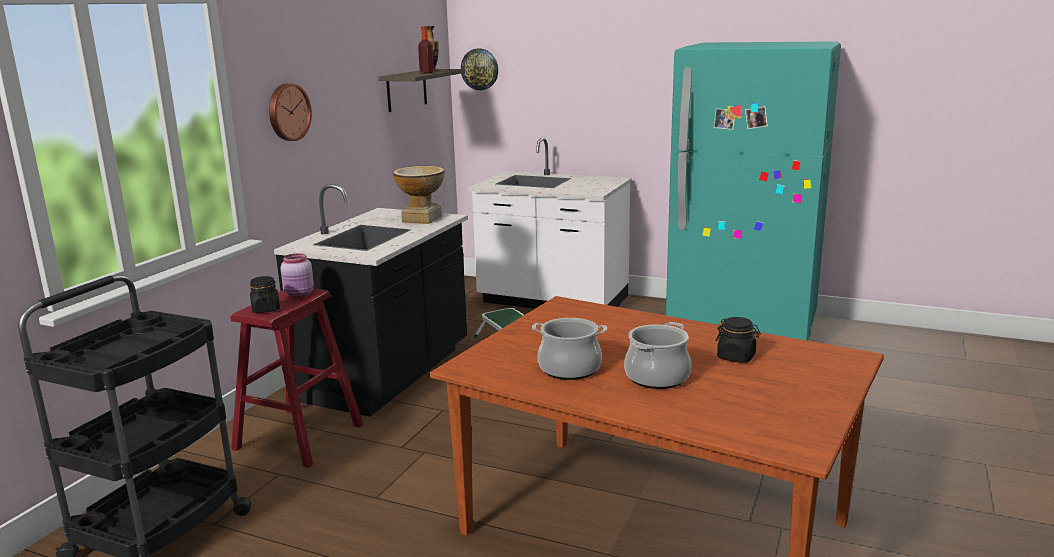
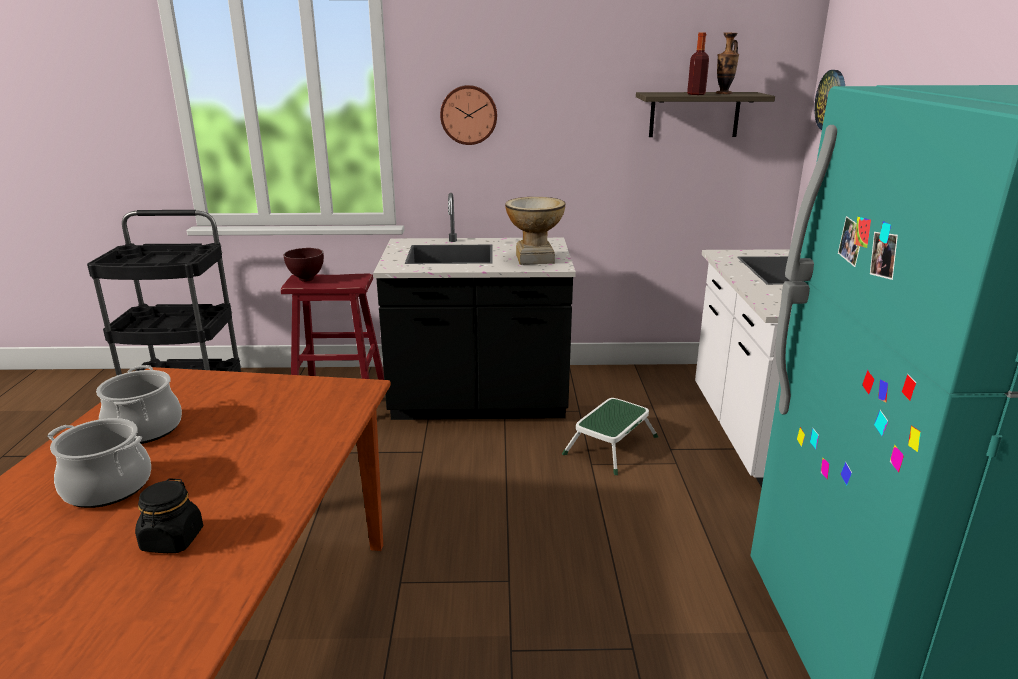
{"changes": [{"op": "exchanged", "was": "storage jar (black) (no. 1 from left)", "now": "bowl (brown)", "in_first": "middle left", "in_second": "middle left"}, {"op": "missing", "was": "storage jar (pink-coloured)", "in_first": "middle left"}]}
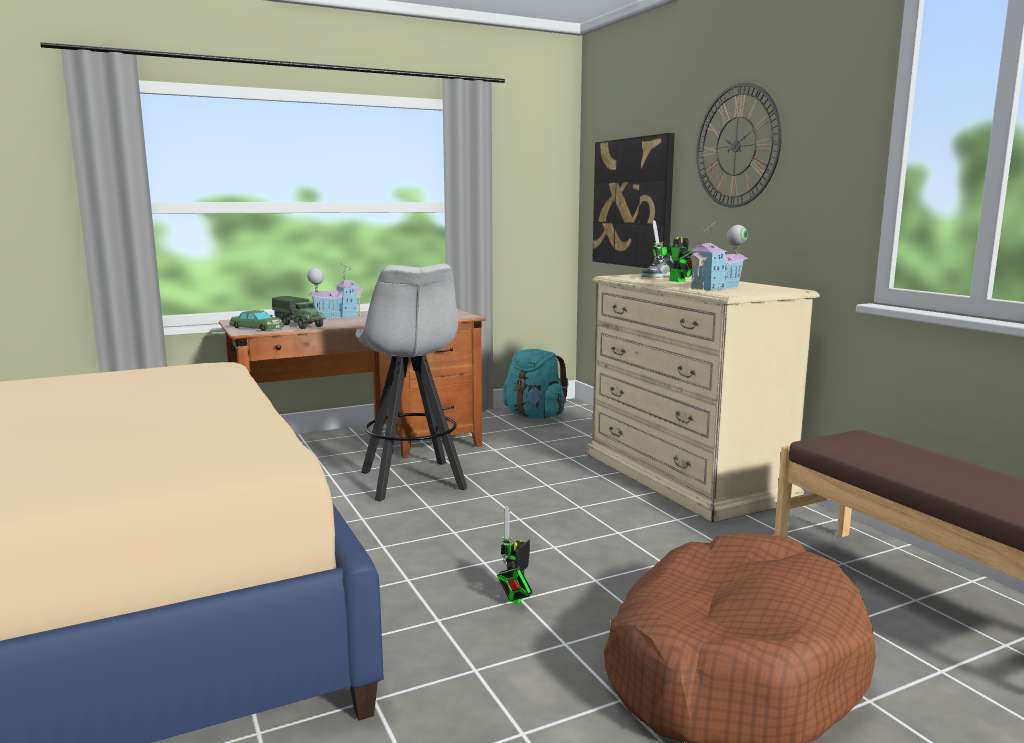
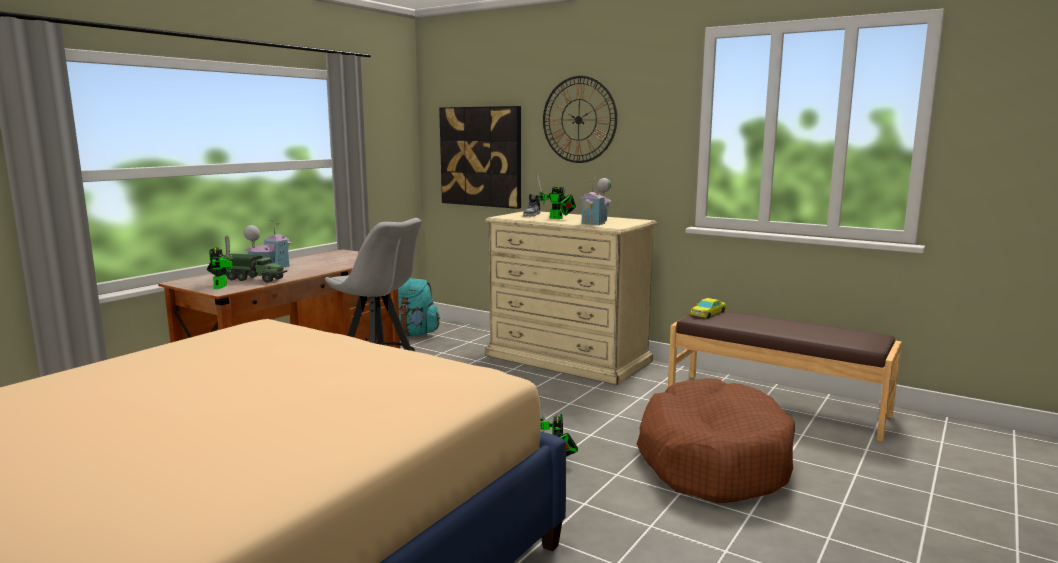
{"changes": [{"op": "exchanged", "was": "model car (green-coloured)", "now": "model robot (no. 1 from left)", "in_first": "middle left", "in_second": "middle left"}, {"op": "appeared", "now": "model car (yellow)", "in_second": "middle right"}]}
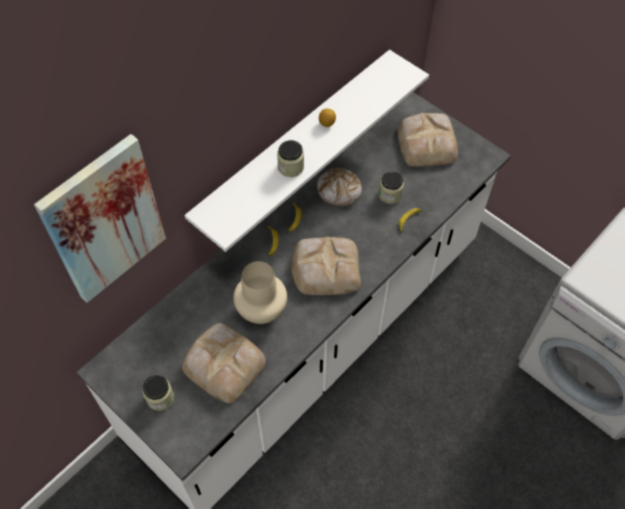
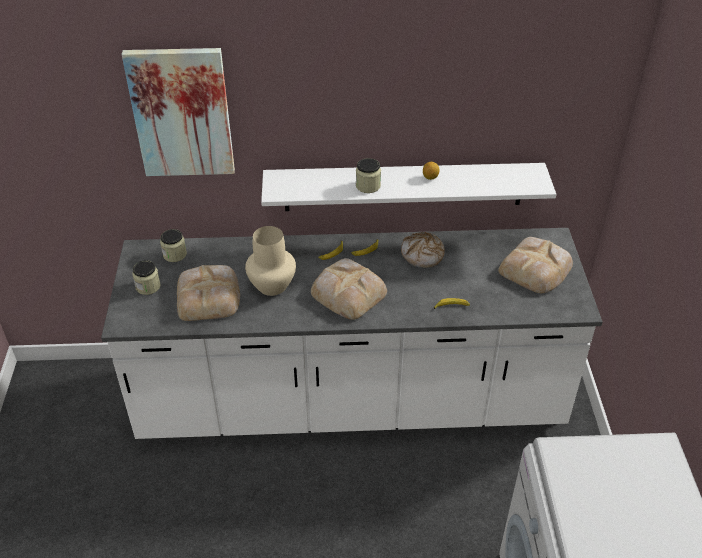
{"changes": [{"op": "relocated", "was": "storage jar (no. 3 from left in the first image)", "now": "storage jar (no. 2 from left)", "in_first": "centre", "in_second": "middle left"}]}
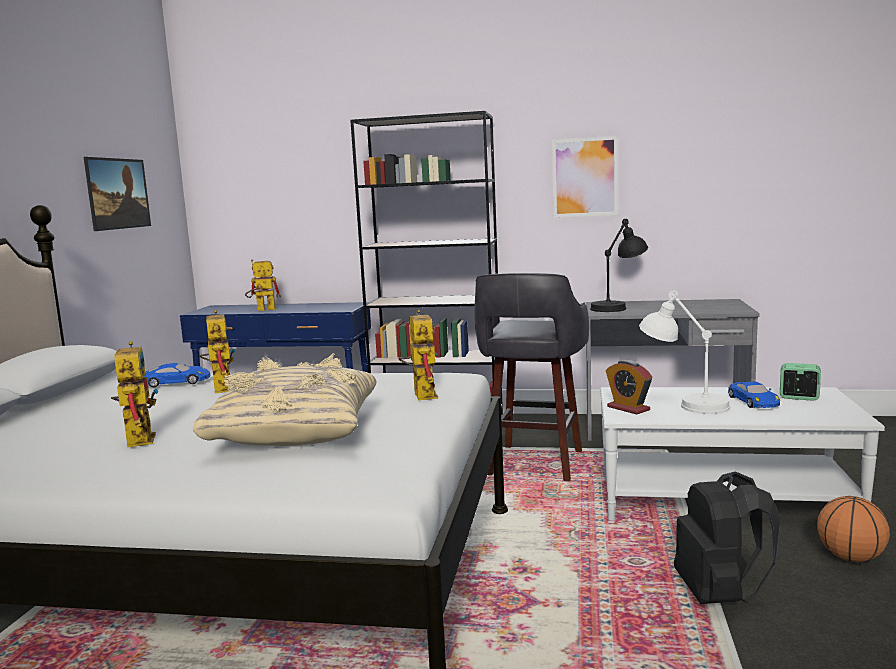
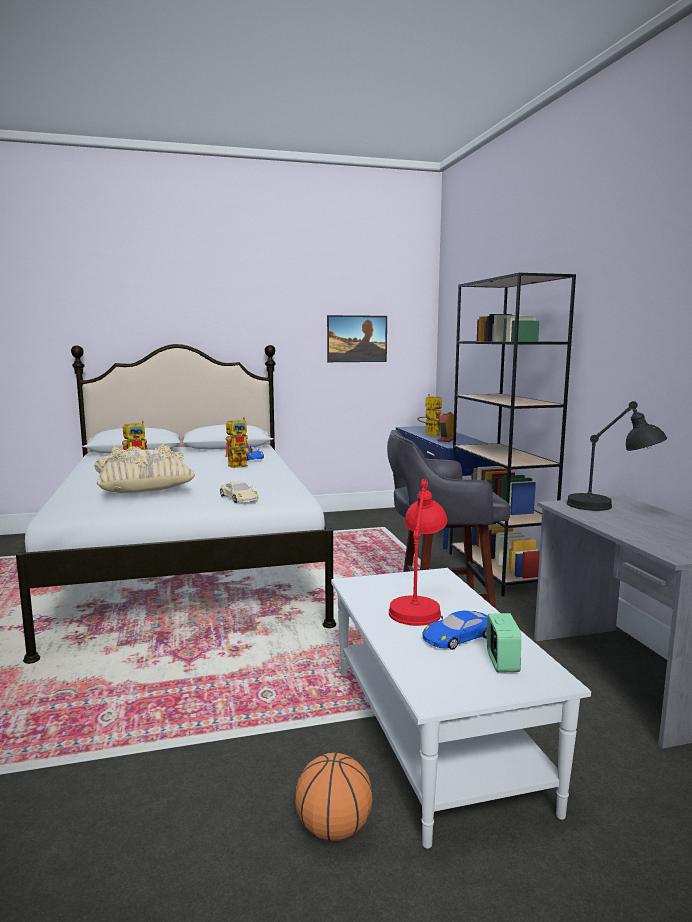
{"changes": [{"op": "exchanged", "was": "model robot (no. 4 from left)", "now": "model car (sand-coloured)", "in_first": "centre", "in_second": "centre"}, {"op": "colour", "was": "lamp for a table (whitish)", "now": "lamp for a table (red-coloured)", "in_first": "middle right", "in_second": "centre"}, {"op": "relocated", "was": "alarm clock (no. 1 from left)", "in_first": "middle right", "in_second": "centre"}, {"op": "missing", "was": "wall picture (no. 2 from left)", "in_first": "top centre"}, {"op": "missing", "was": "rucksack (black)", "in_first": "bottom right"}]}
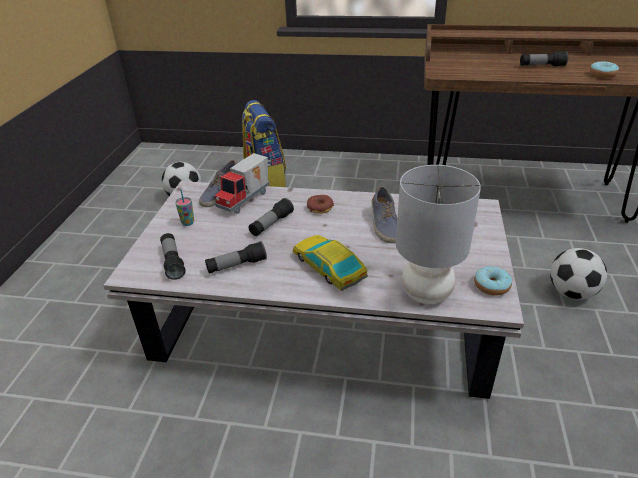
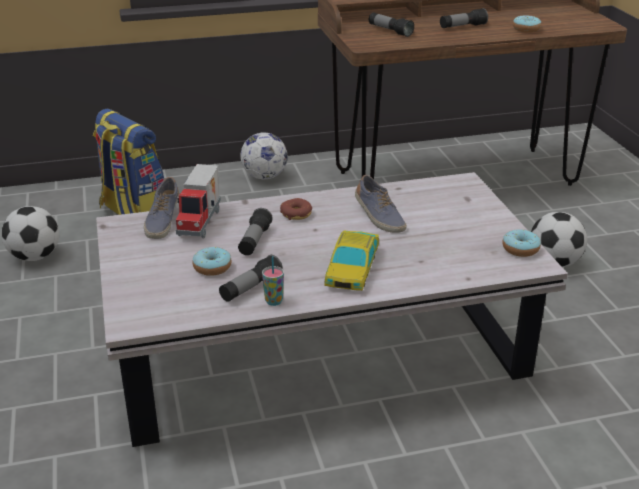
{"changes": [{"op": "appeared", "now": "donut (no. 1 from left)", "in_second": "middle left"}, {"op": "appeared", "now": "ball for football (no. 2 from left)", "in_second": "top centre"}, {"op": "relocated", "was": "drinking cup", "in_first": "middle left", "in_second": "centre"}, {"op": "spun", "was": "model car", "in_first": "centre", "in_second": "centre", "clockwise": -105}, {"op": "relocated", "was": "torch (no. 1 from left in the first image)", "now": "torch (no. 3 from left)", "in_first": "middle left", "in_second": "top centre"}, {"op": "missing", "was": "lamp for a table (grey)", "in_first": "middle right"}]}
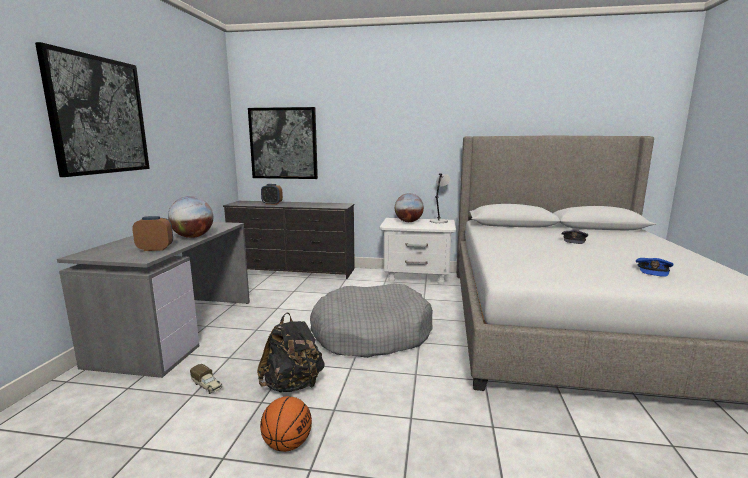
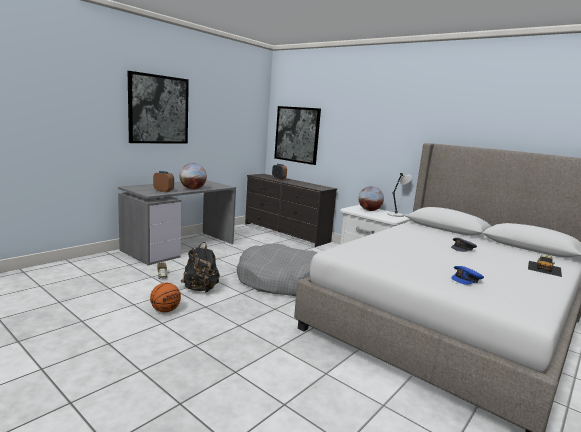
{"changes": [{"op": "appeared", "now": "model car", "in_second": "middle right"}]}
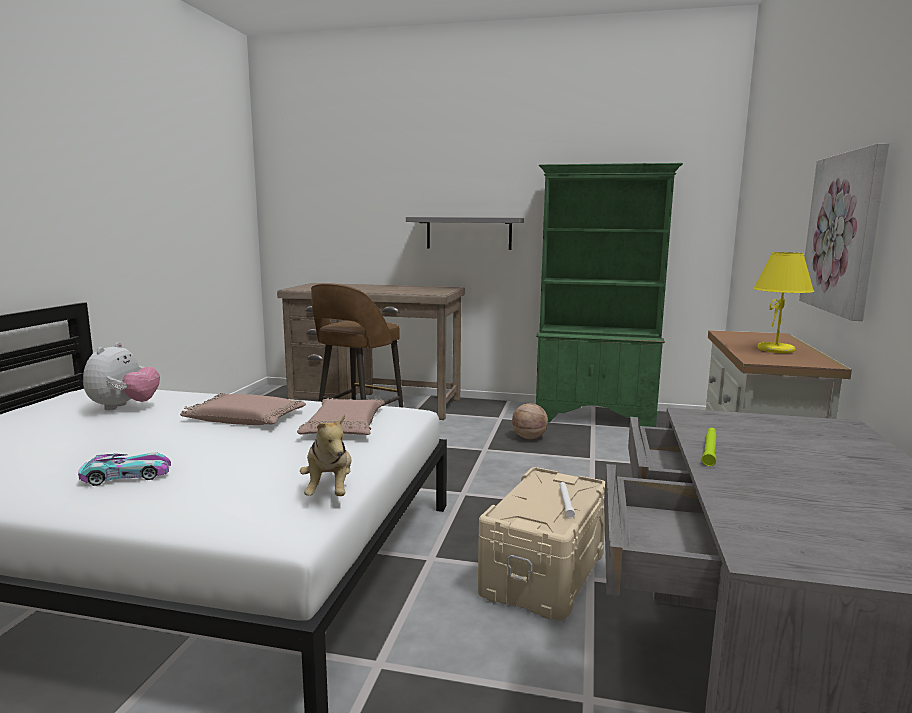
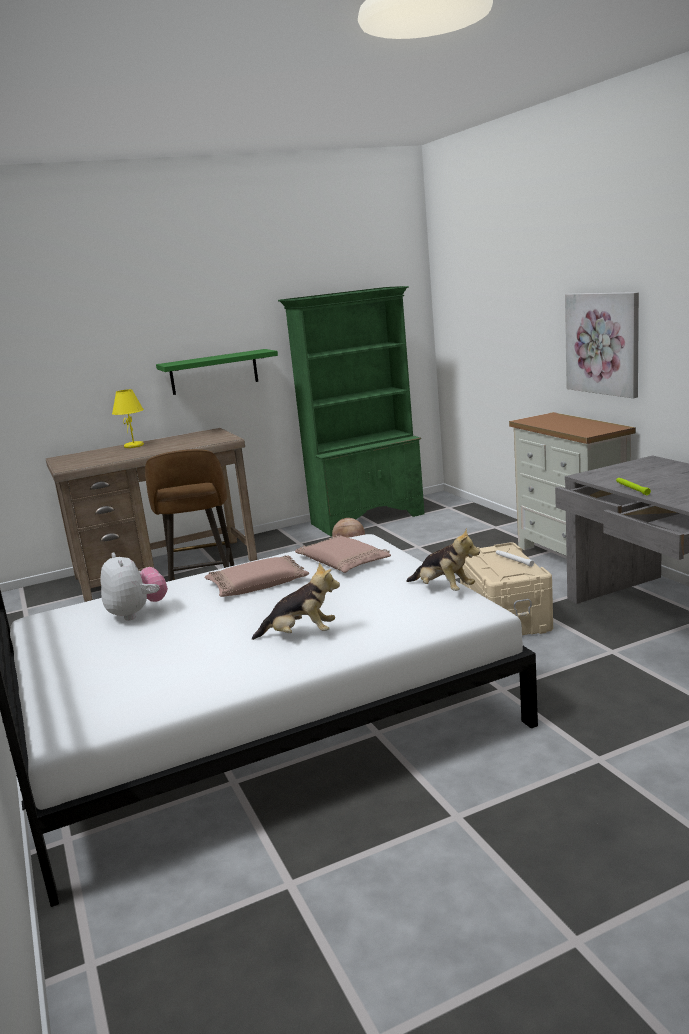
{"changes": [{"op": "relocated", "was": "lamp for a table (yellow)", "in_first": "middle right", "in_second": "middle left"}, {"op": "colour", "was": "shelf (grey)", "now": "shelf (green-coloured)", "in_first": "top centre", "in_second": "middle left"}, {"op": "exchanged", "was": "model car", "now": "cuddly toy (no. 2 from left)", "in_first": "middle left", "in_second": "centre"}]}
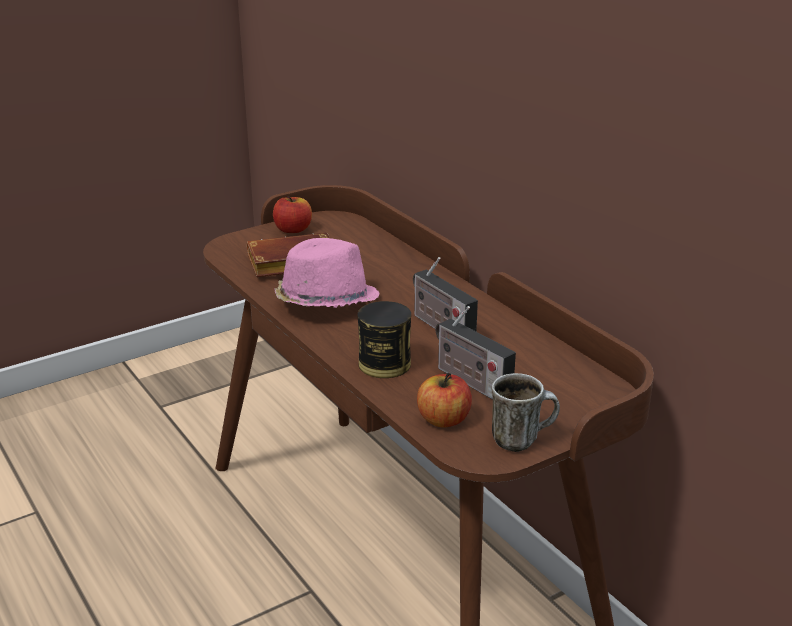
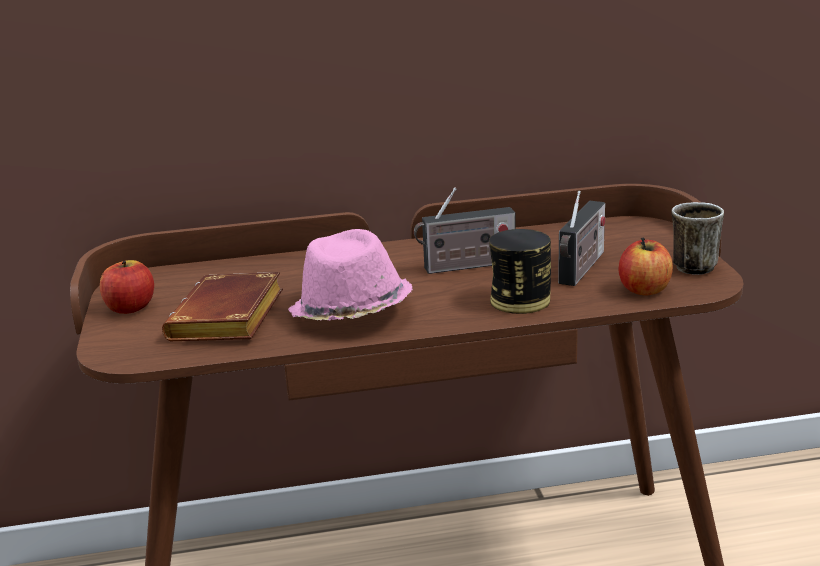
{"changes": [{"op": "spun", "was": "radio set (no. 2 from left)", "in_first": "centre", "in_second": "middle right", "clockwise": -45}]}
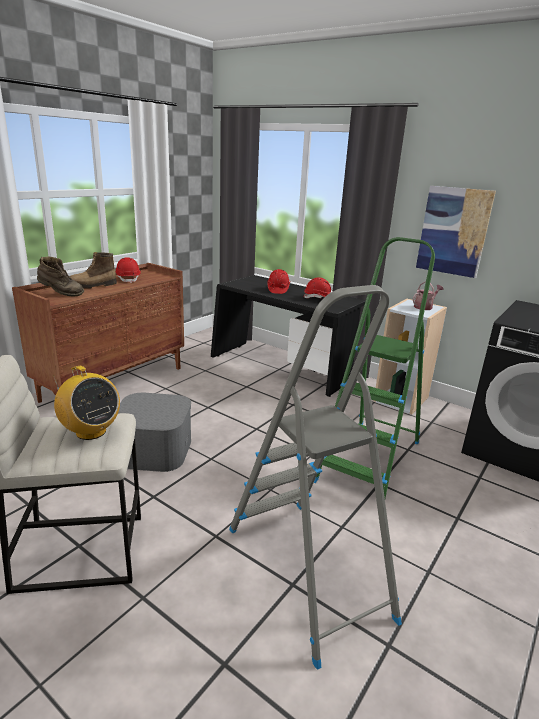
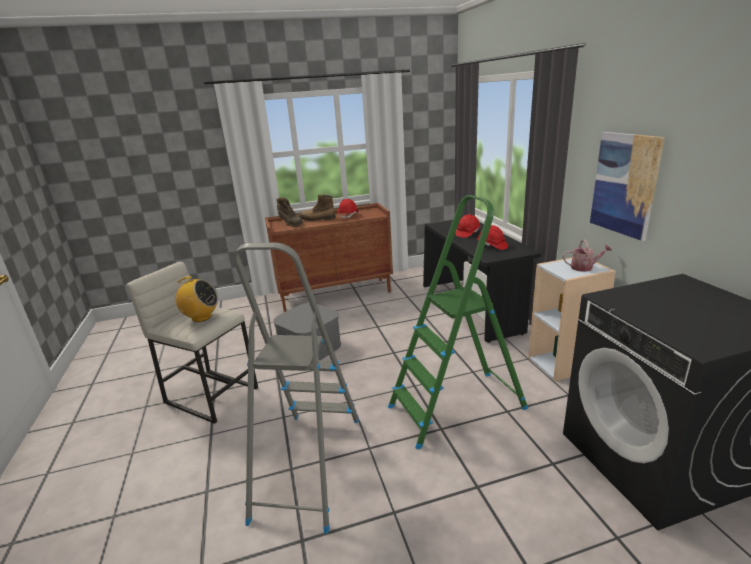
{"changes": [{"op": "spun", "was": "radio set", "in_first": "middle left", "in_second": "middle left", "clockwise": -75}]}
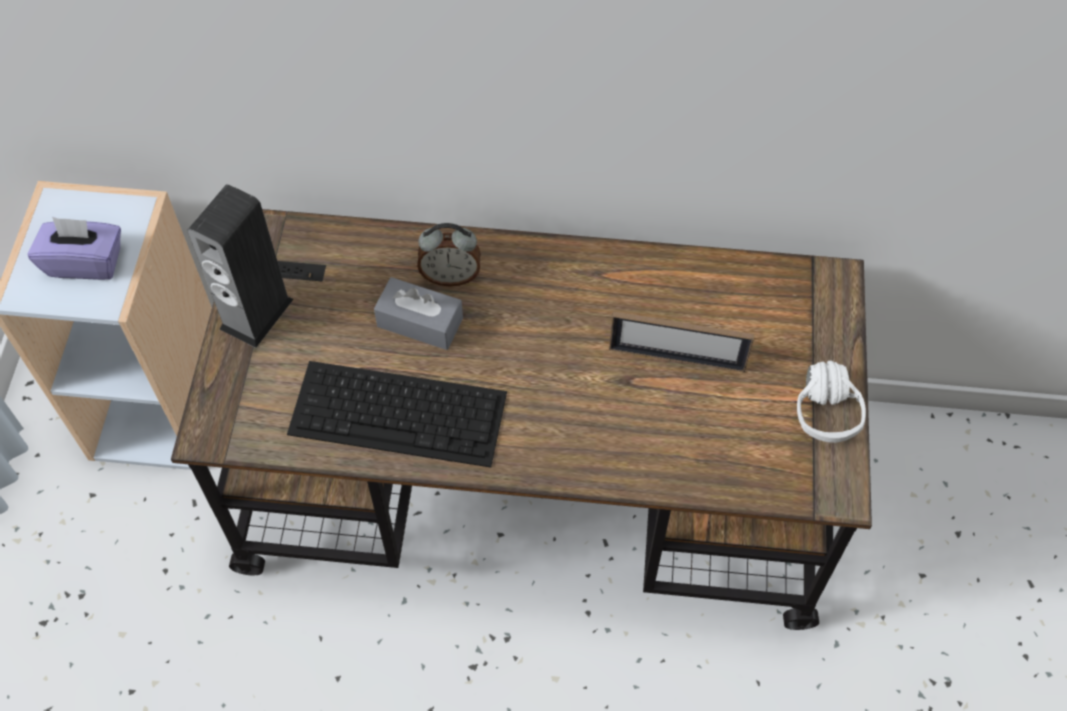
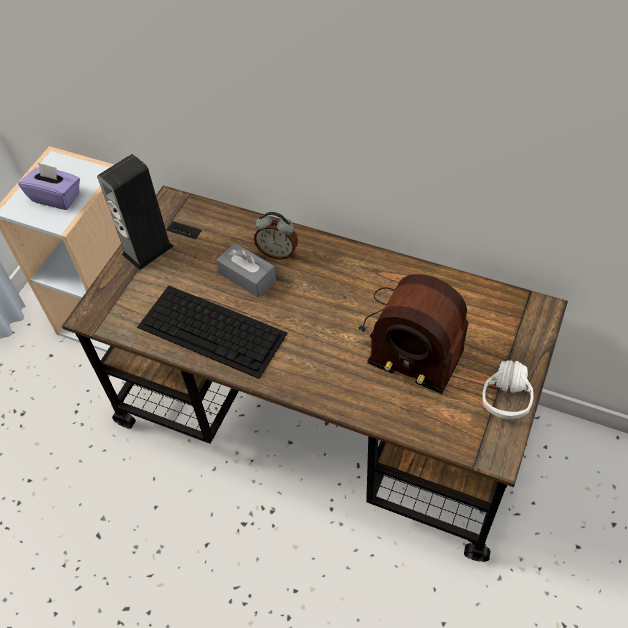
{"changes": [{"op": "exchanged", "was": "photo frame", "now": "radio set", "in_first": "centre", "in_second": "centre"}]}
